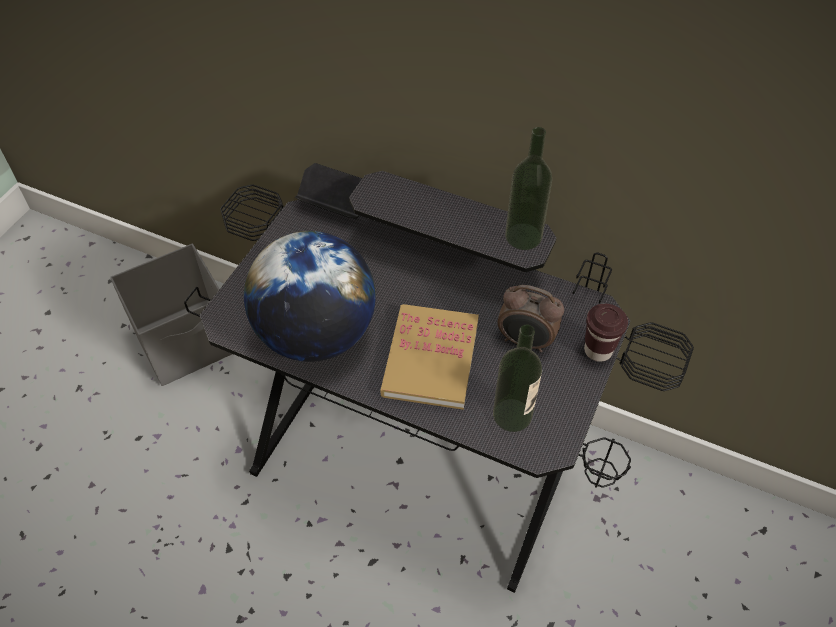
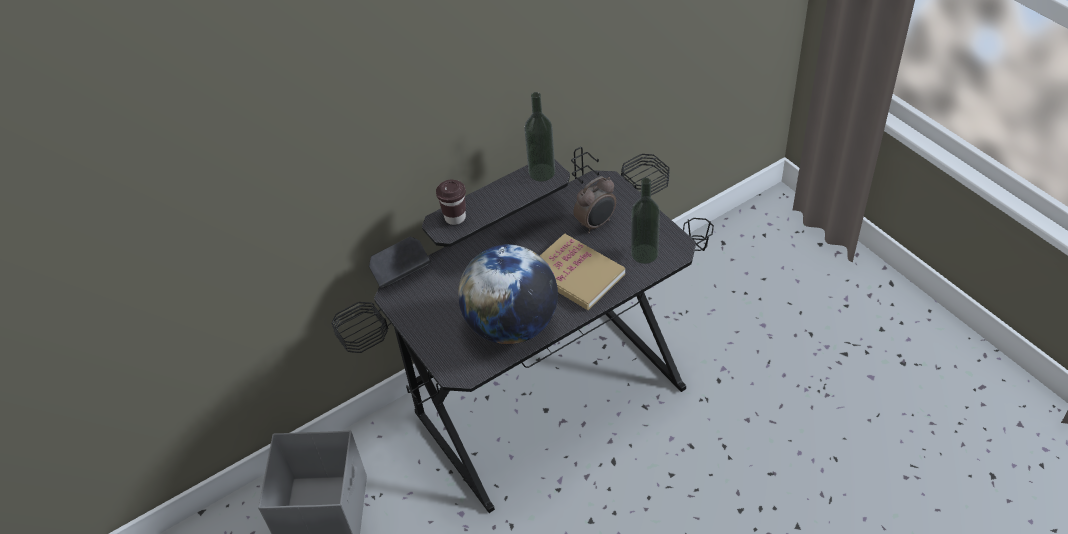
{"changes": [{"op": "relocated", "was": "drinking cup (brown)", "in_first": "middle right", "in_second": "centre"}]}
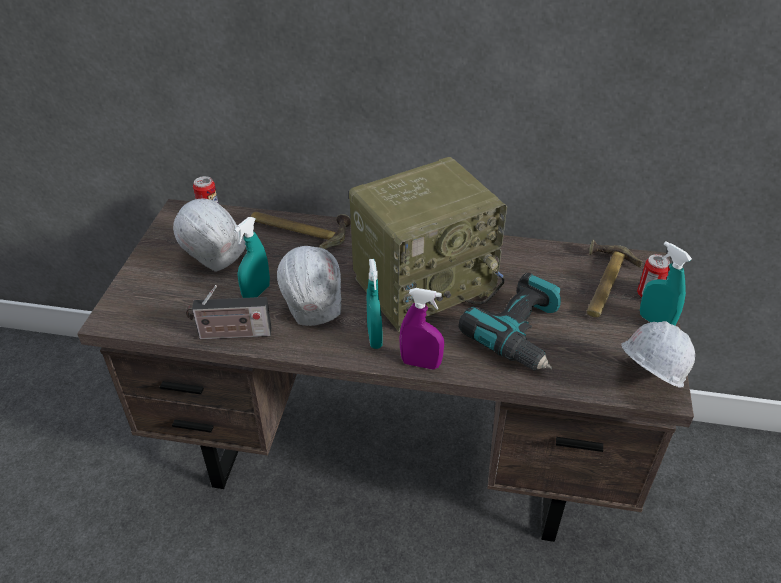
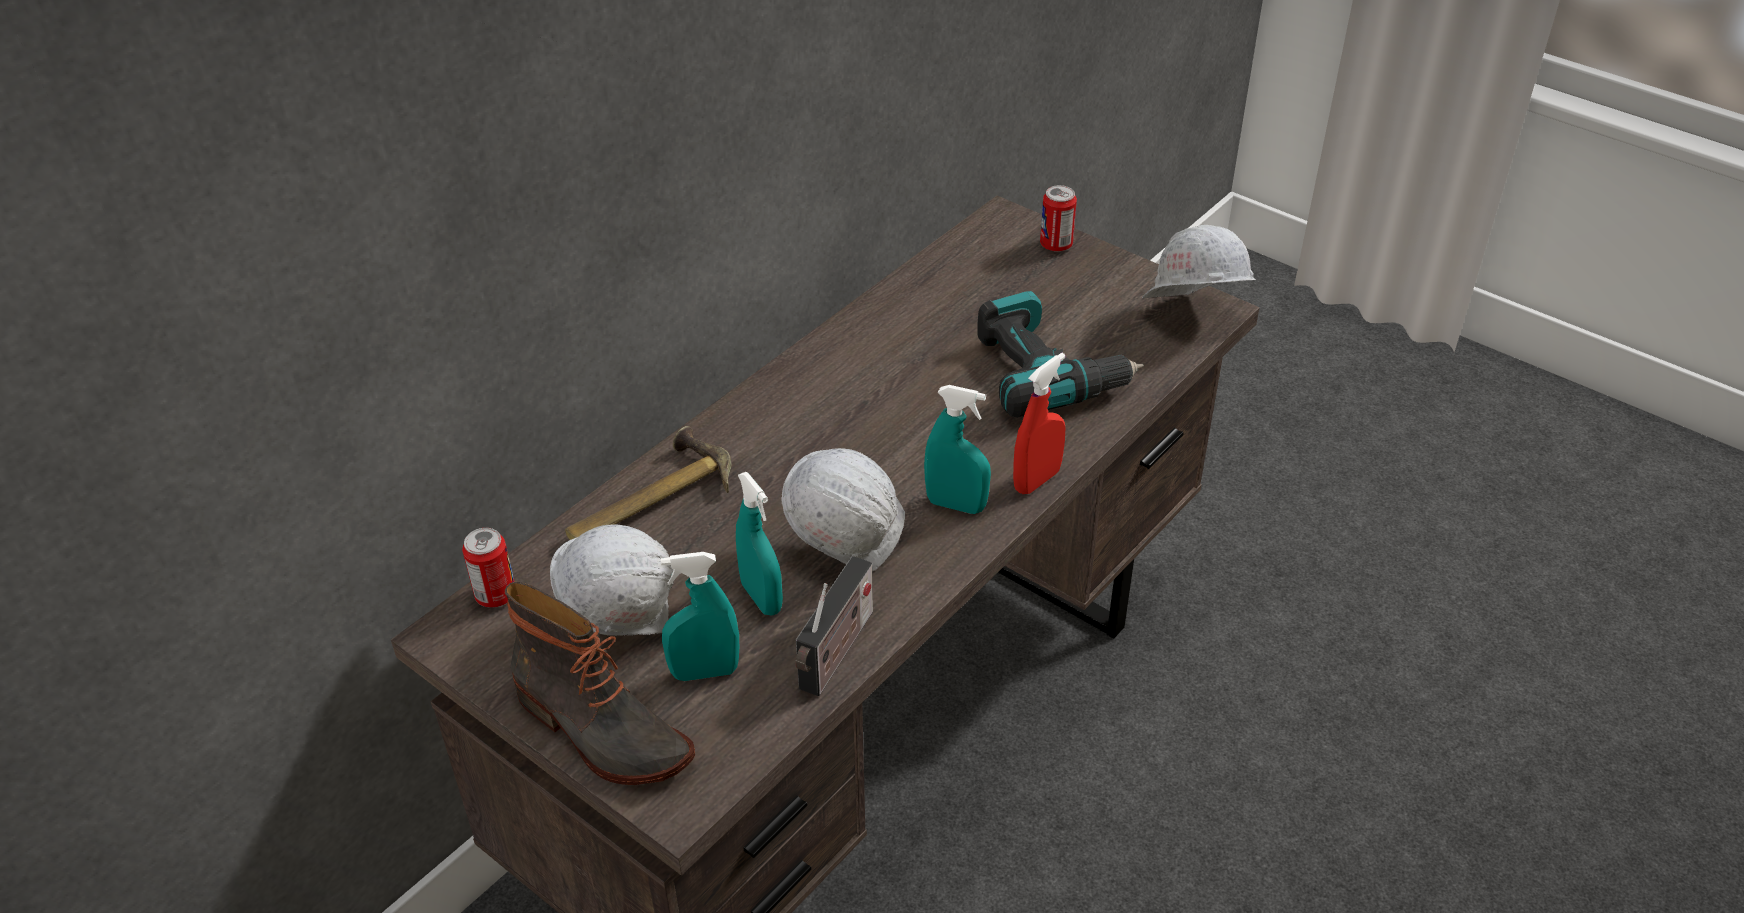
{"changes": [{"op": "appeared", "now": "high-top boot", "in_second": "bottom centre"}, {"op": "relocated", "was": "hand sprayer (turquoise-coloured) (no. 3 from left in the first image)", "now": "hand sprayer (turquoise-coloured) (no. 1 from left)", "in_first": "middle right", "in_second": "bottom centre"}, {"op": "colour", "was": "hand sprayer (purple)", "now": "hand sprayer (red-coloured)", "in_first": "centre", "in_second": "centre"}, {"op": "missing", "was": "radio set (no. 2 from left)", "in_first": "centre"}, {"op": "missing", "was": "hammer (no. 2 from left)", "in_first": "middle right"}]}
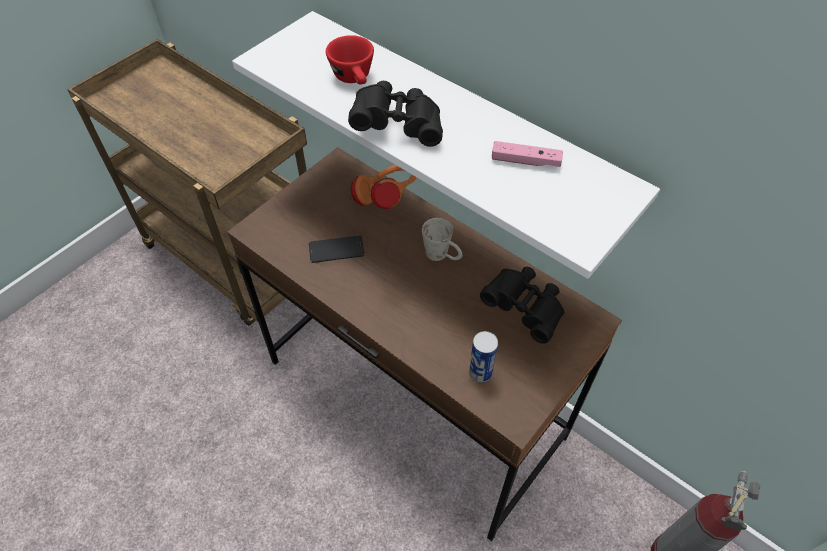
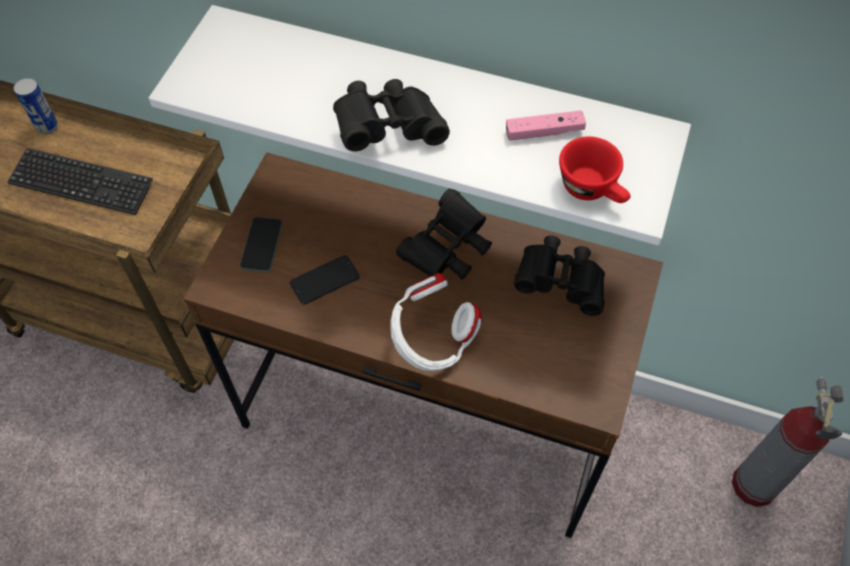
{"changes": [{"op": "appeared", "now": "PC keyboard", "in_second": "top left"}, {"op": "relocated", "was": "metal can", "in_first": "centre", "in_second": "top left"}, {"op": "appeared", "now": "phone (no. 1 from left)", "in_second": "middle left"}, {"op": "appeared", "now": "headphones (whitish)", "in_second": "centre"}, {"op": "exchanged", "was": "coffee mug (whitish)", "now": "field glasses (black) (no. 2 from left)", "in_first": "centre", "in_second": "centre"}, {"op": "relocated", "was": "drinking cup (red-coloured)", "in_first": "top centre", "in_second": "top right"}, {"op": "missing", "was": "headphones (orangey)", "in_first": "centre"}]}
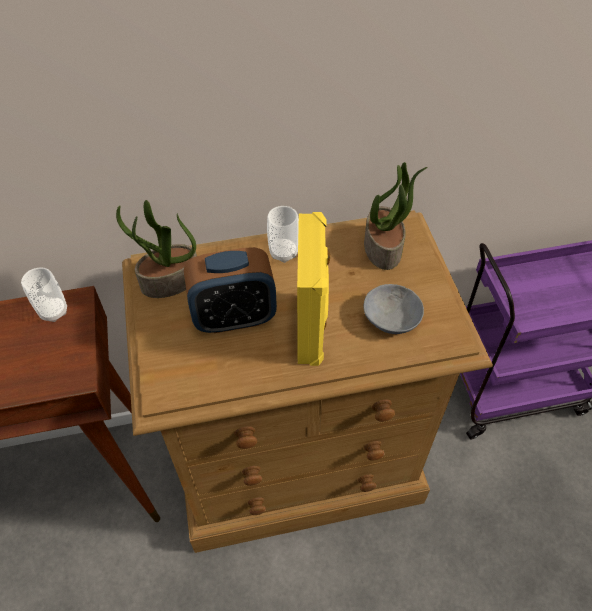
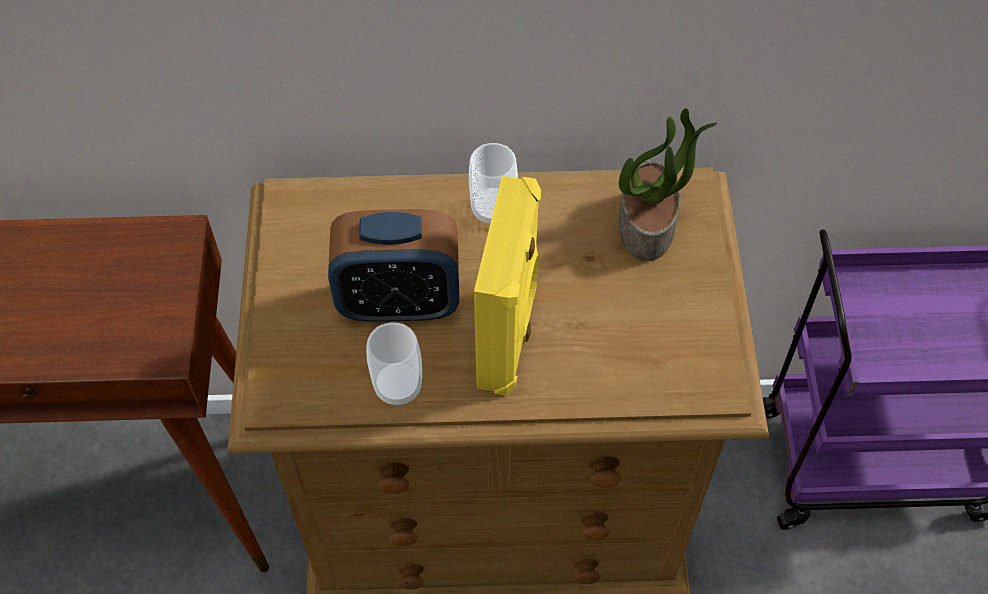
{"changes": [{"op": "relocated", "was": "drinking cup (no. 1 from left)", "in_first": "middle left", "in_second": "centre"}, {"op": "missing", "was": "houseplant (no. 1 from left)", "in_first": "middle left"}, {"op": "missing", "was": "bowl (grey)", "in_first": "centre"}]}
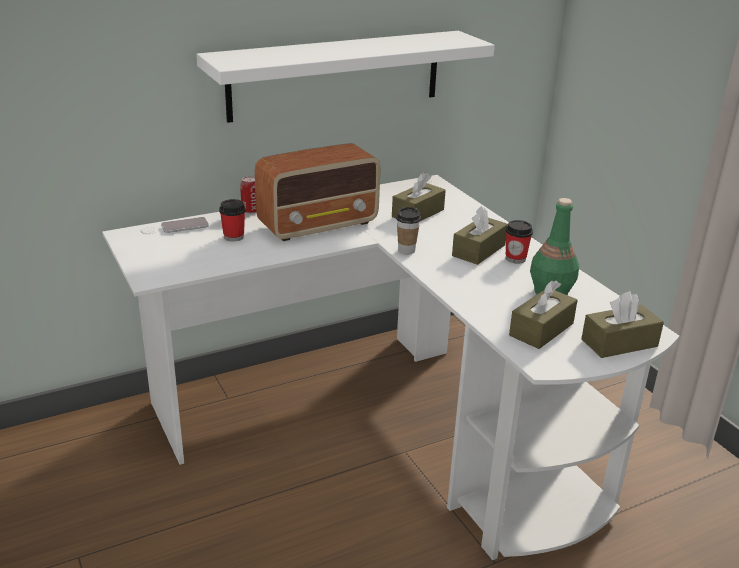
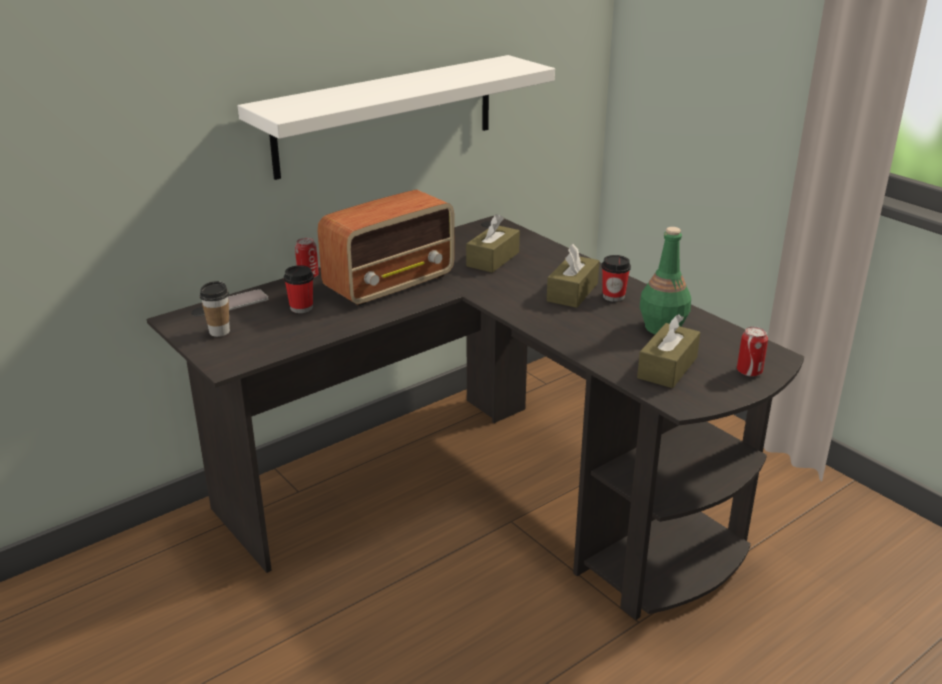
{"changes": [{"op": "colour", "was": "desk (whitish)", "now": "desk (black)", "in_first": "centre", "in_second": "centre"}, {"op": "relocated", "was": "drinking cup (no. 2 from left in the first image)", "now": "drinking cup (no. 1 from left)", "in_first": "centre", "in_second": "middle left"}, {"op": "exchanged", "was": "tissue holder (brown) (no. 4 from left)", "now": "metal can (no. 2 from left)", "in_first": "middle right", "in_second": "middle right"}]}
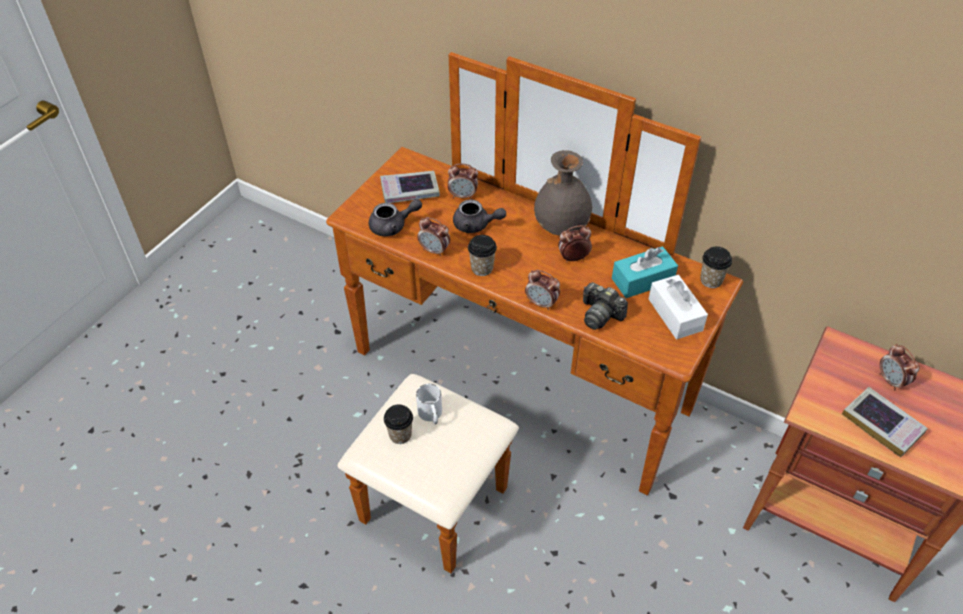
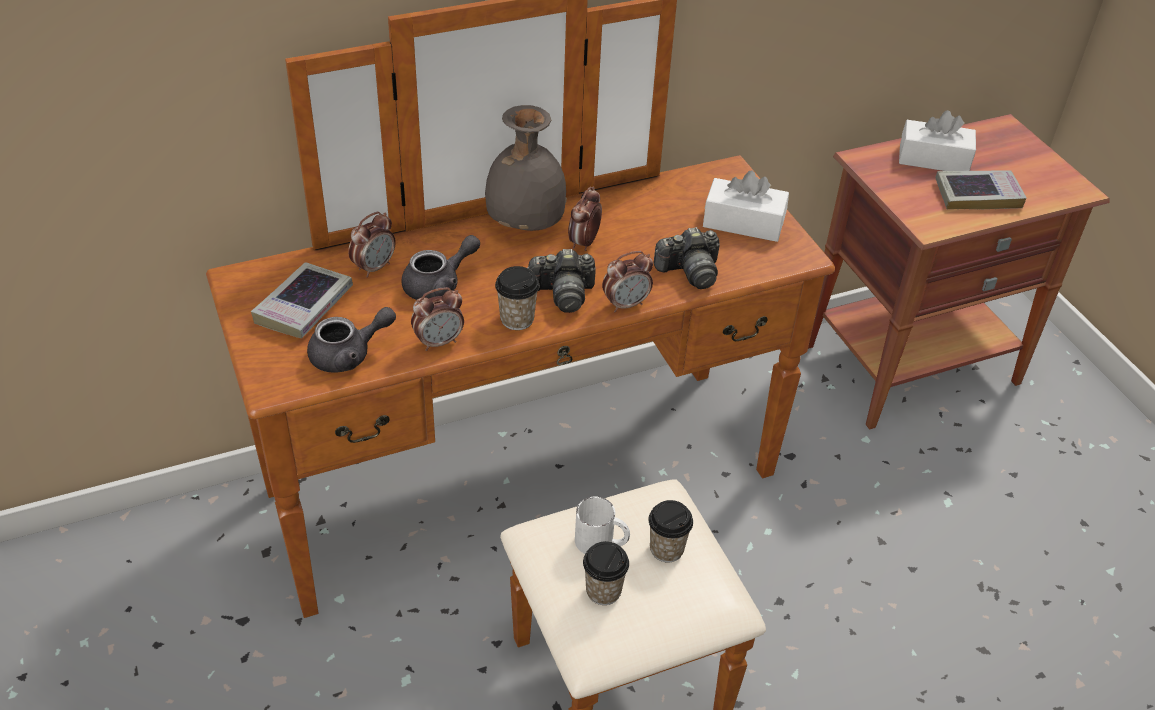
{"changes": [{"op": "spun", "was": "pot for tea (grey) (no. 1 from left)", "in_first": "centre", "in_second": "middle left", "clockwise": 45}, {"op": "appeared", "now": "photo camera (no. 1 from left)", "in_second": "centre"}, {"op": "relocated", "was": "drinking cup (no. 3 from left)", "in_first": "middle right", "in_second": "bottom centre"}, {"op": "exchanged", "was": "alarm clock (no. 5 from left)", "now": "tissue holder (whitish) (no. 2 from left)", "in_first": "middle right", "in_second": "top right"}, {"op": "missing", "was": "tissue holder (turquoise-coloured)", "in_first": "middle right"}]}
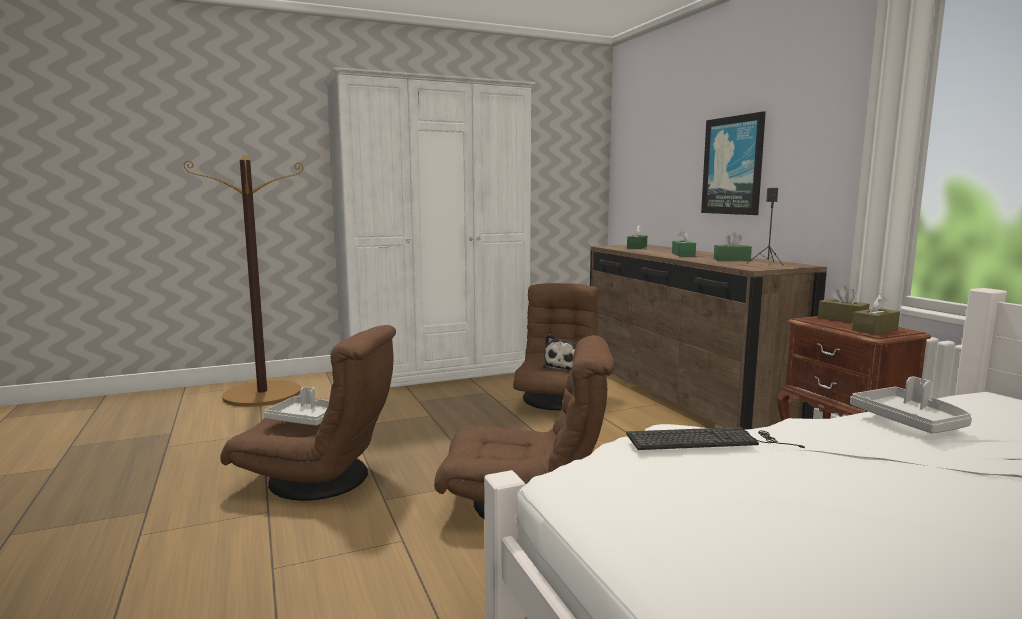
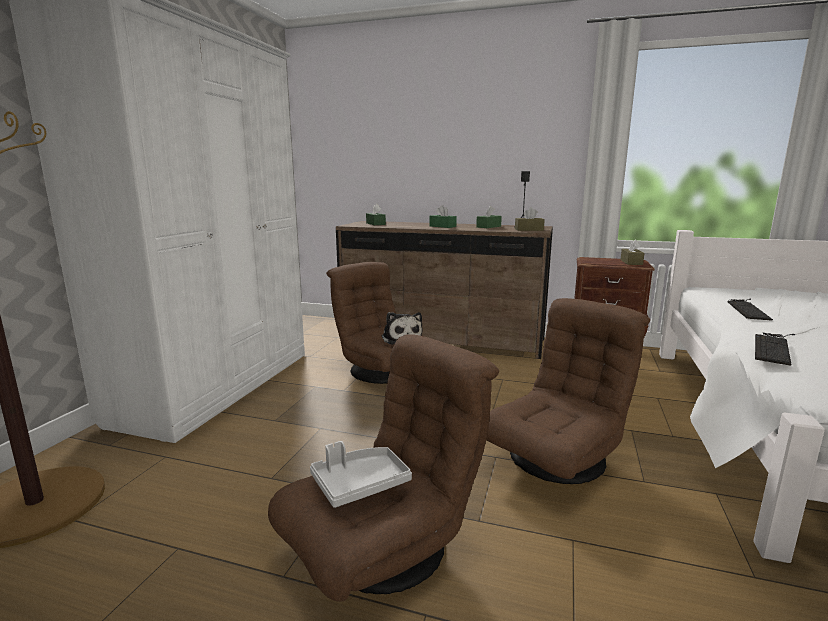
{"changes": [{"op": "relocated", "was": "tissue holder (brown) (no. 1 from left)", "in_first": "middle right", "in_second": "centre"}, {"op": "exchanged", "was": "carrying tray (grey) (no. 2 from left)", "now": "PC keyboard (no. 1 from left)", "in_first": "middle right", "in_second": "middle right"}, {"op": "missing", "was": "wall picture", "in_first": "top right"}]}
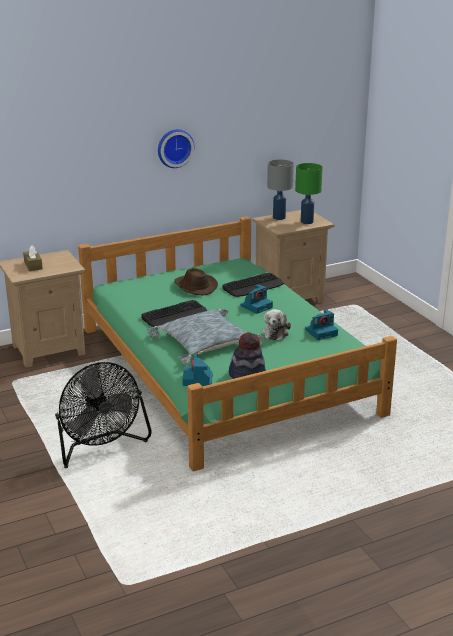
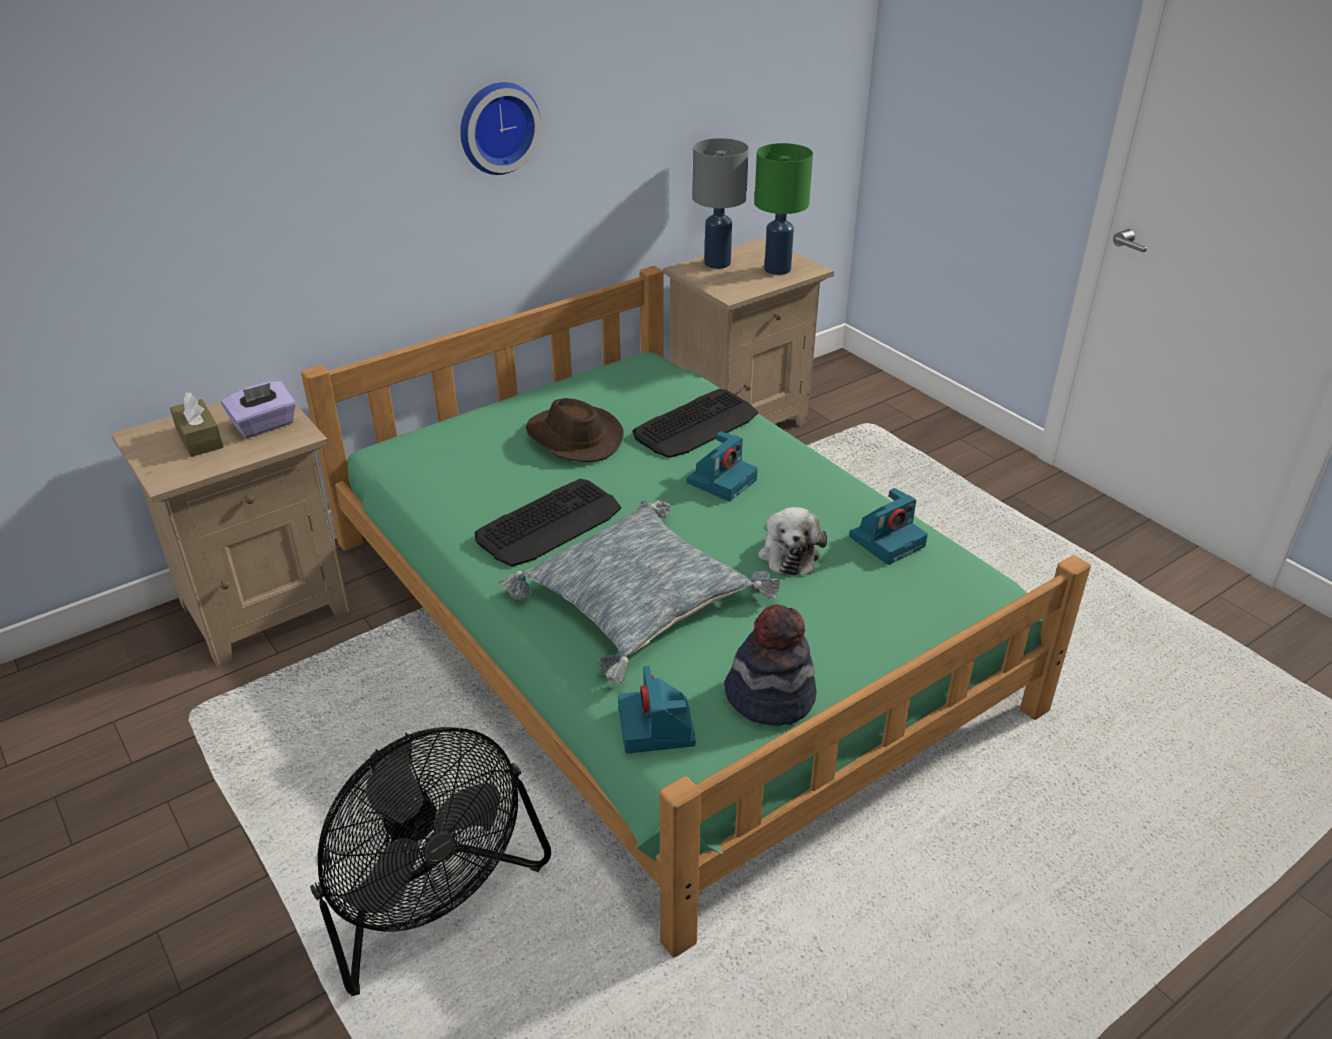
{"changes": [{"op": "appeared", "now": "tissue holder (purple)", "in_second": "middle left"}]}
